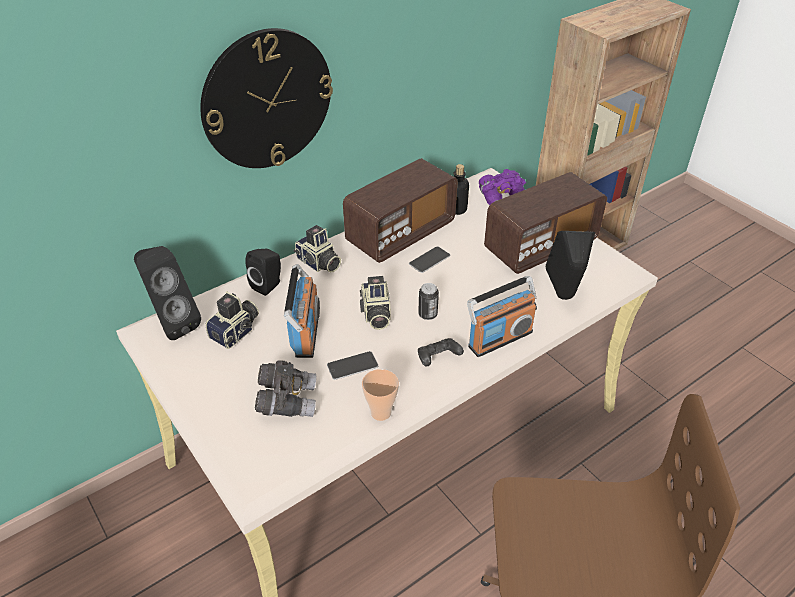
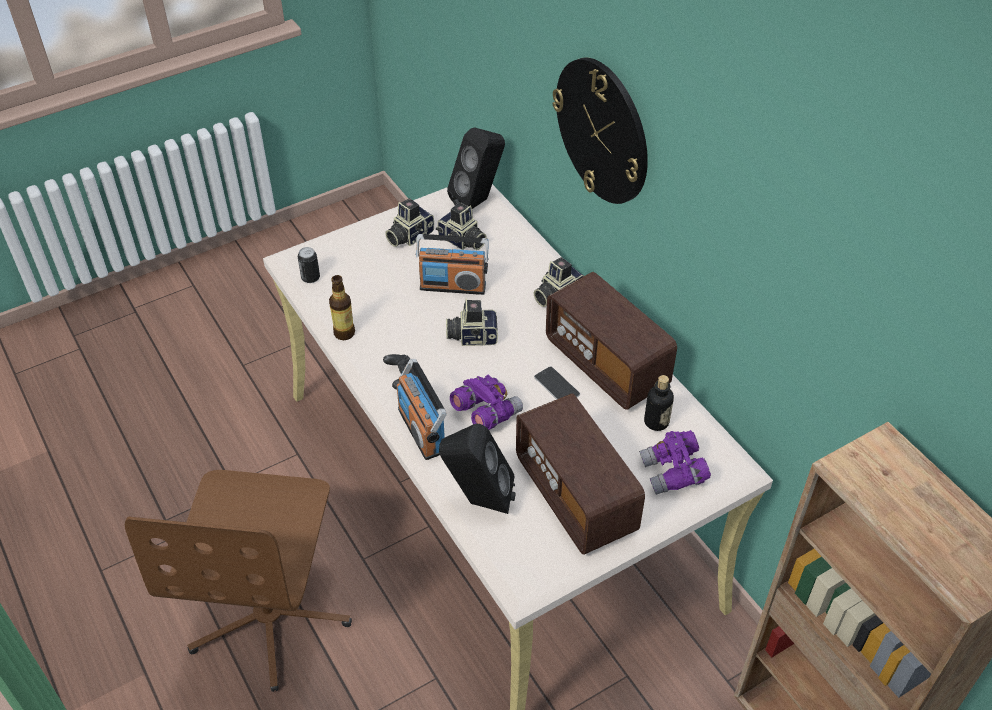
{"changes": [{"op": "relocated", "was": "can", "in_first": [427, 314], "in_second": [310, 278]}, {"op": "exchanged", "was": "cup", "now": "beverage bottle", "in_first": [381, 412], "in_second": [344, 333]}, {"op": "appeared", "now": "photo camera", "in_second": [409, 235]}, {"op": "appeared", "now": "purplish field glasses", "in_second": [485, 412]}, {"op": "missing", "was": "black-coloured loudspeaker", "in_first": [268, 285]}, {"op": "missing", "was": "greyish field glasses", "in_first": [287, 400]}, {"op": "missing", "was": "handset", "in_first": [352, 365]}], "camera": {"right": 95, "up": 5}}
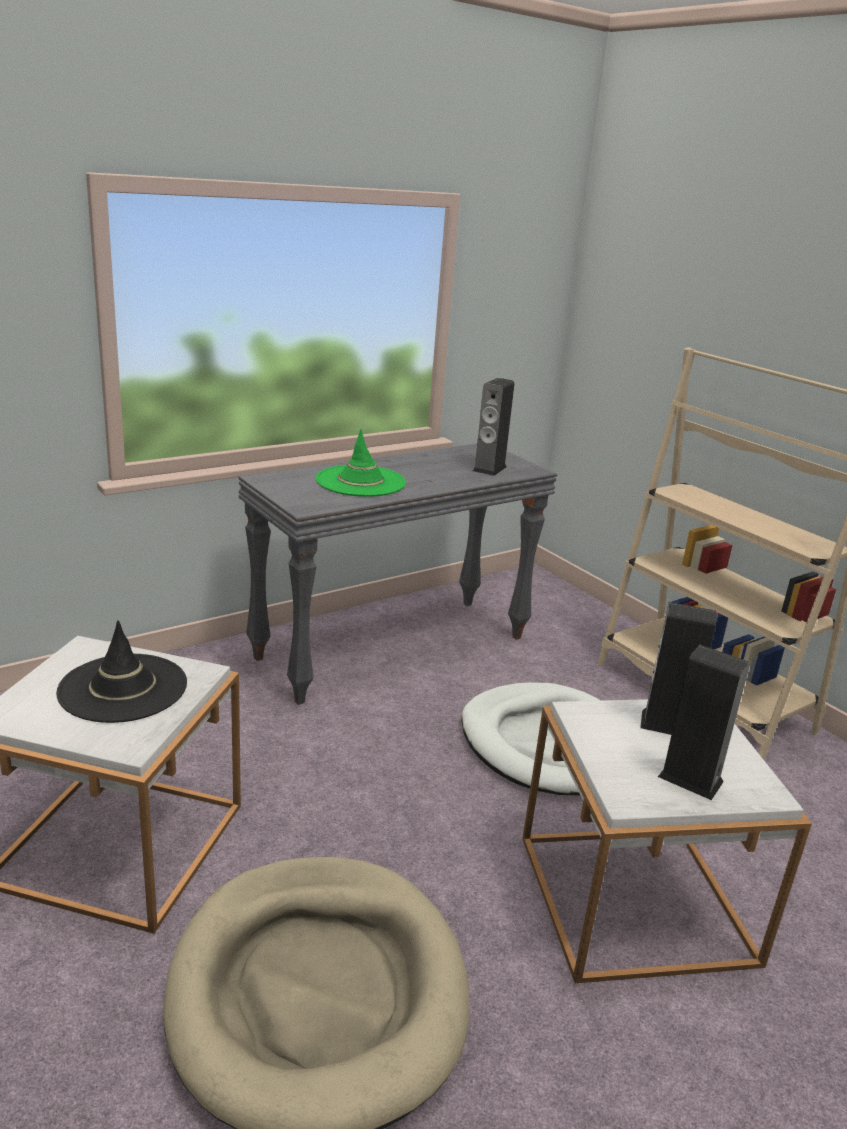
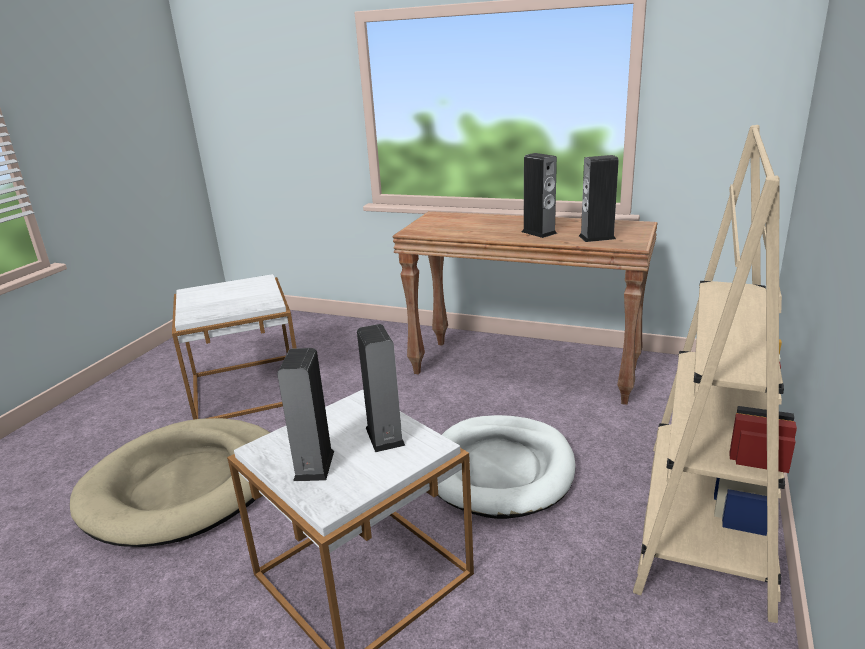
{"changes": [{"op": "colour", "was": "greyish narrow table", "now": "brown narrow table", "in_first": [392, 646], "in_second": [524, 370]}, {"op": "appeared", "now": "loudspeaker", "in_second": [539, 232]}, {"op": "missing", "was": "black-coloured hat", "in_first": [123, 688]}, {"op": "missing", "was": "green-coloured hat", "in_first": [361, 481]}], "camera": {"right": 60, "up": 0}}
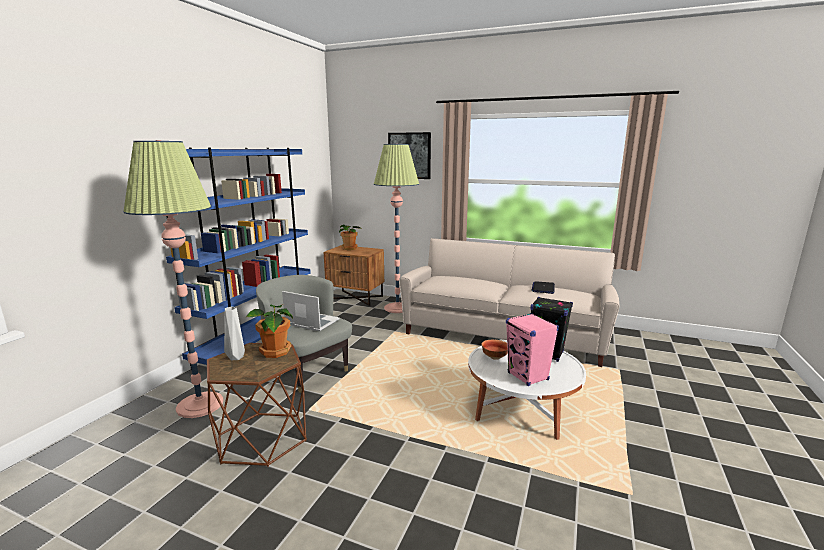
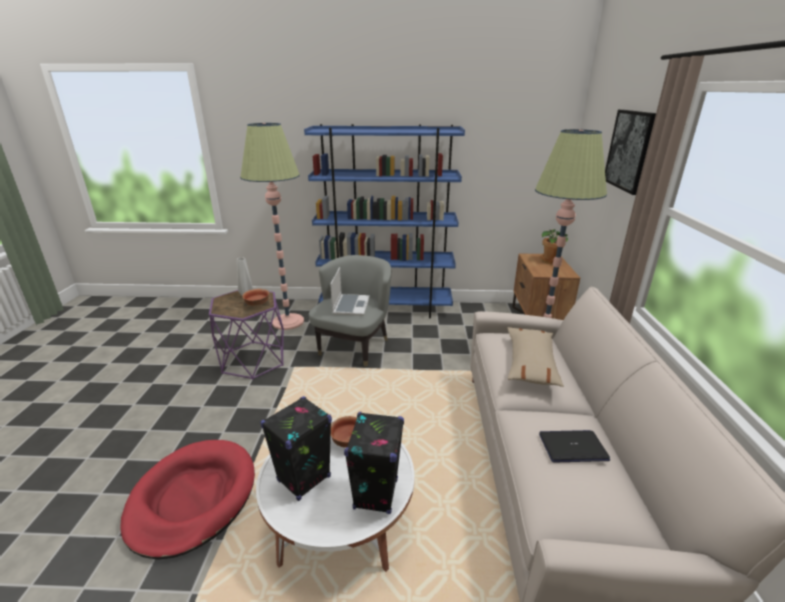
{"changes": [{"op": "appeared", "now": "red dog cushion", "in_second": [192, 498]}, {"op": "colour", "was": "brown end table", "now": "purplish end table", "in_first": [262, 438], "in_second": [253, 360]}, {"op": "exchanged", "was": "potted plant", "now": "bowl", "in_first": [274, 352], "in_second": [257, 305]}, {"op": "colour", "was": "pink-coloured loudspeaker", "now": "black-coloured loudspeaker", "in_first": [528, 376], "in_second": [303, 479]}, {"op": "appeared", "now": "beige throw pillow", "in_second": [530, 363]}], "camera": {"right": 70, "up": 10}}
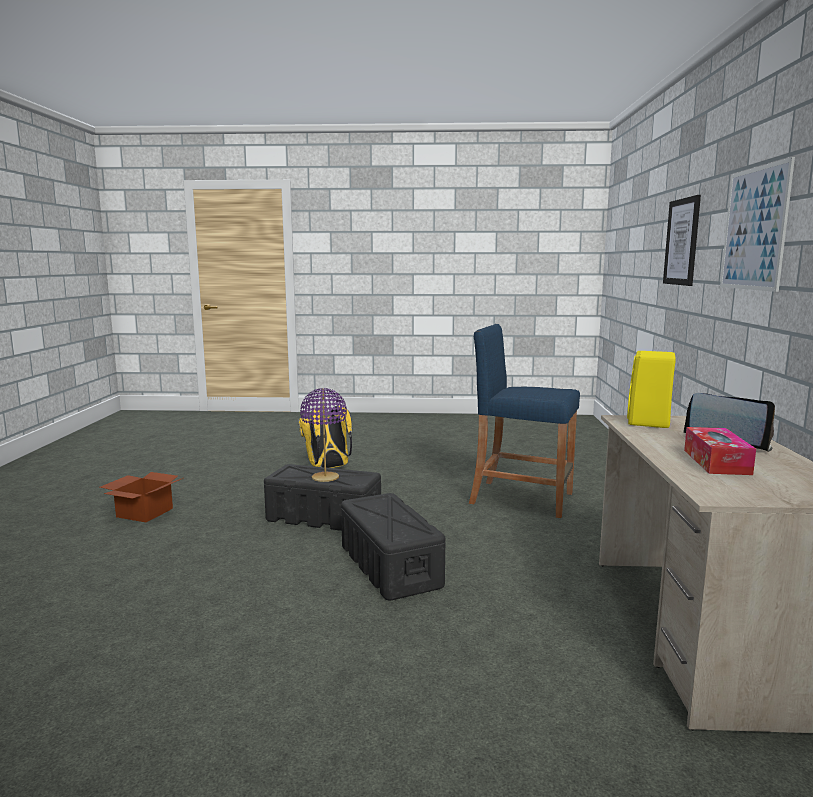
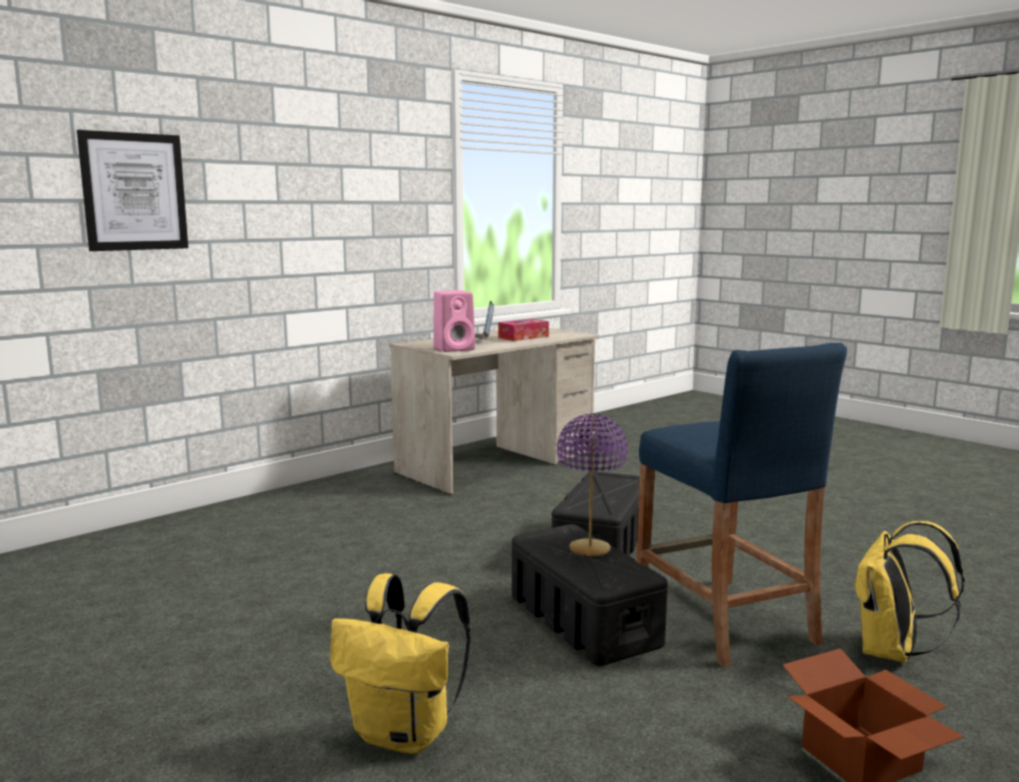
{"changes": [{"op": "colour", "was": "yellowish loudspeaker", "now": "pink-coloured loudspeaker", "in_first": [649, 423], "in_second": [455, 348]}, {"op": "relocated", "was": "bluish sitting stool", "in_first": [521, 498], "in_second": [723, 620]}, {"op": "appeared", "now": "yellowish knapsack", "in_second": [892, 652]}, {"op": "missing", "was": "wall art", "in_first": [754, 229]}], "camera": {"right": -135, "up": 0}}
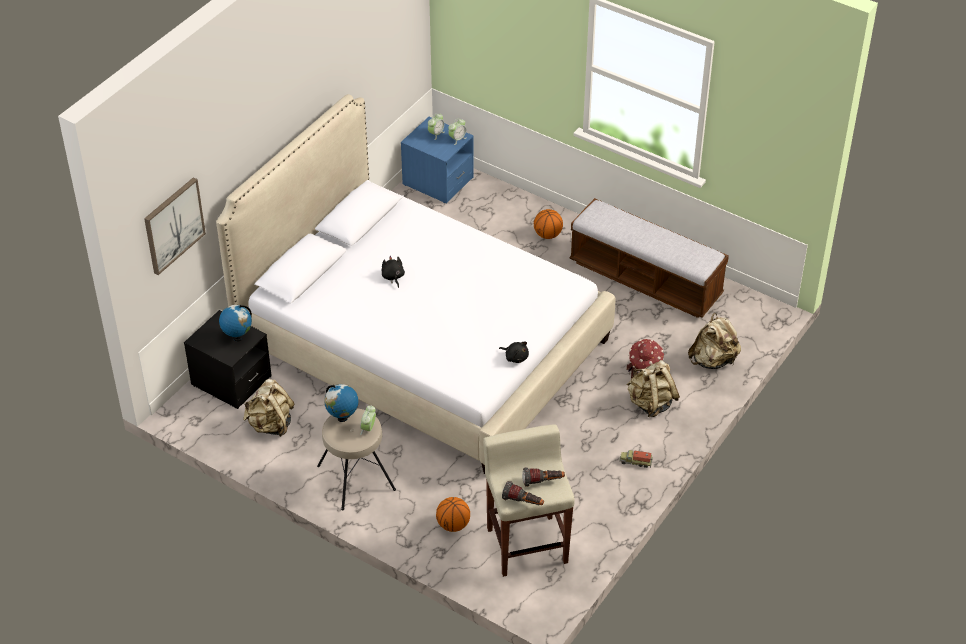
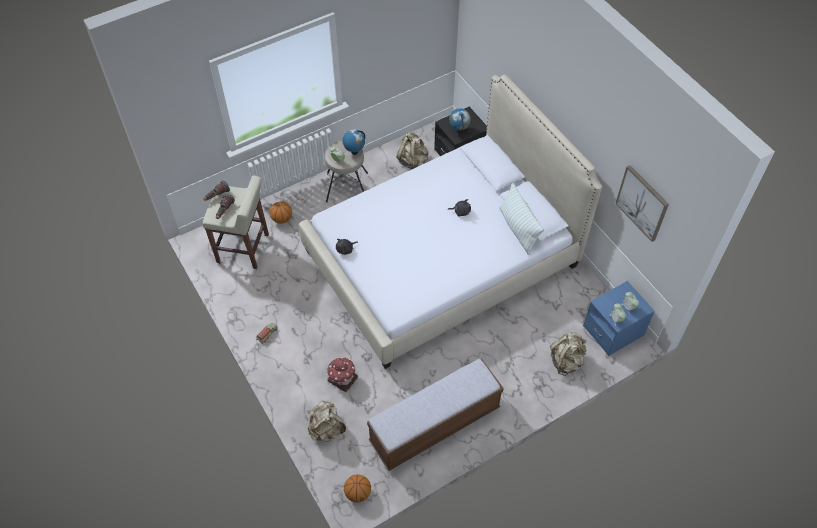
{"changes": [{"op": "relocated", "was": "basketball ball", "in_first": [548, 235], "in_second": [358, 493]}, {"op": "appeared", "now": "throw pillow", "in_second": [518, 229]}, {"op": "relocated", "was": "beige knapsack", "in_first": [651, 403], "in_second": [566, 361]}, {"op": "relocated", "was": "wall art", "in_first": [173, 225], "in_second": [642, 202]}], "camera": {"right": 115, "up": 10}}
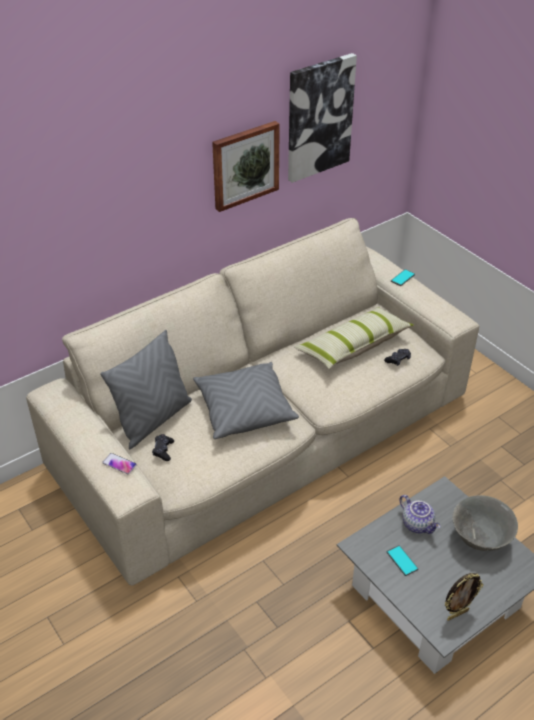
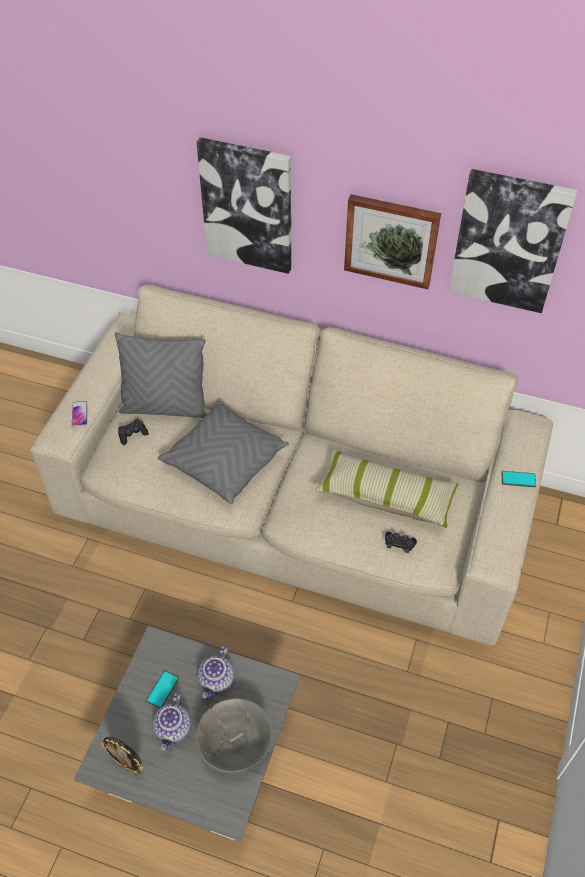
{"changes": [{"op": "appeared", "now": "tea pot", "in_second": [174, 730]}, {"op": "appeared", "now": "wall art", "in_second": [247, 205]}], "camera": {"right": 55, "up": 10}}
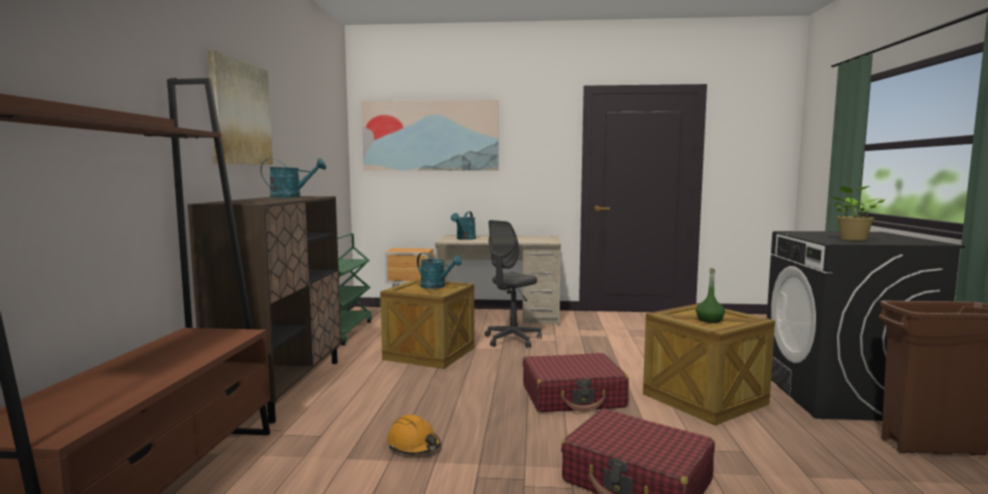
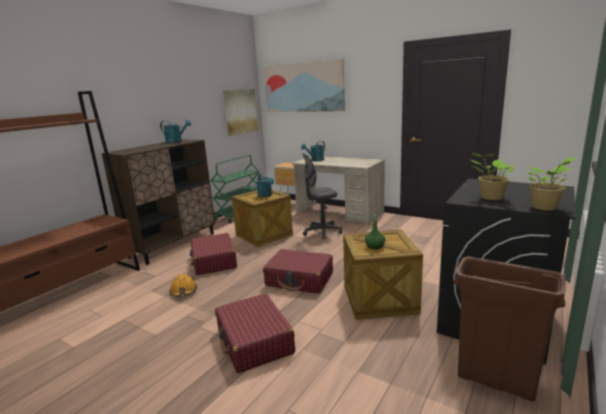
{"changes": [{"op": "appeared", "now": "red piece of luggage", "in_second": [214, 261]}, {"op": "relocated", "was": "wall art", "in_first": [240, 113], "in_second": [240, 111]}, {"op": "appeared", "now": "potted plant", "in_second": [545, 208]}], "camera": {"right": 30, "up": 10}}
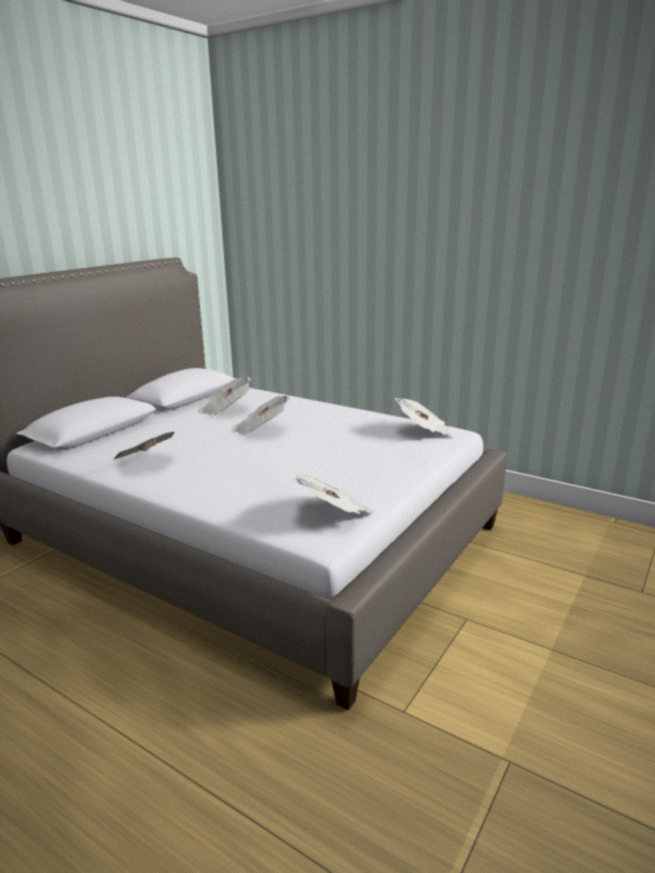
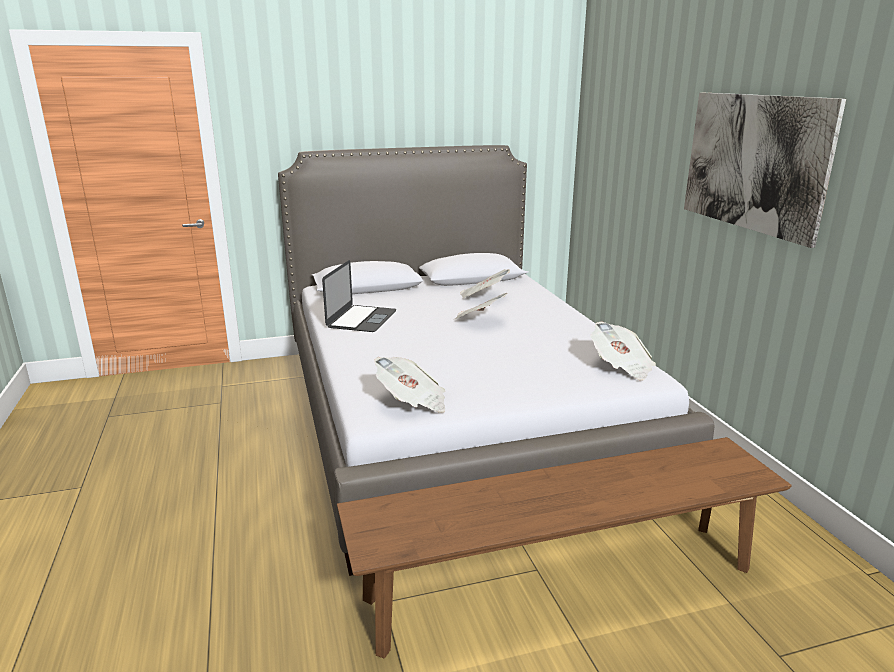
{"changes": [{"op": "exchanged", "was": "printed paper", "now": "portable computer", "in_first": [146, 461], "in_second": [361, 319]}, {"op": "appeared", "now": "brown indoor bench", "in_second": [562, 584]}, {"op": "appeared", "now": "wall art", "in_second": [753, 162]}], "camera": {"right": 40, "up": 0}}
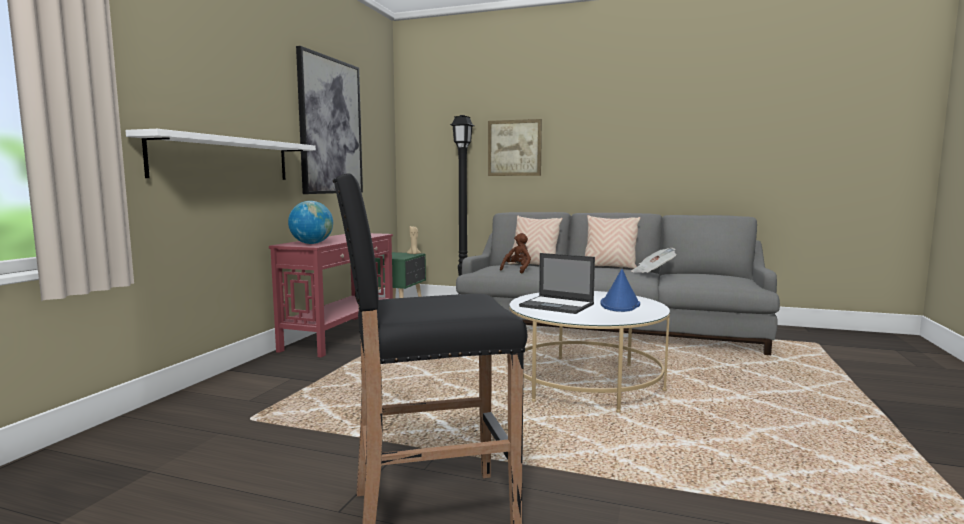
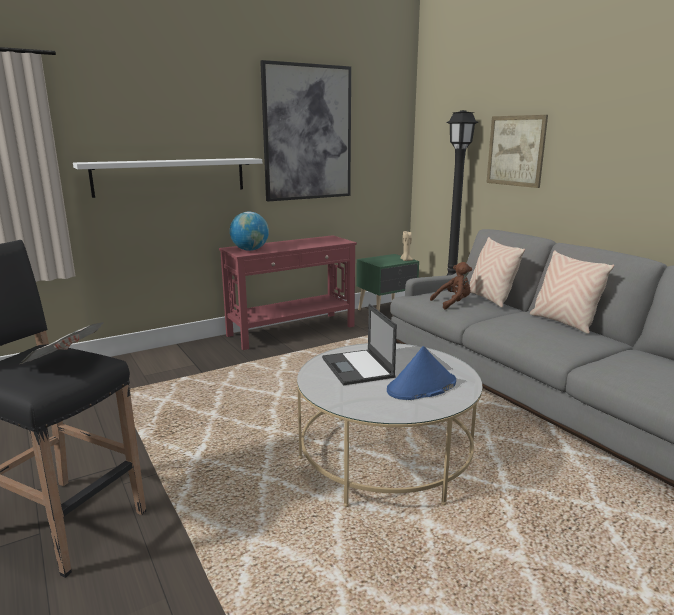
{"changes": [{"op": "relocated", "was": "printed paper", "in_first": [652, 272], "in_second": [65, 363]}], "camera": {"right": 40, "up": 10}}
